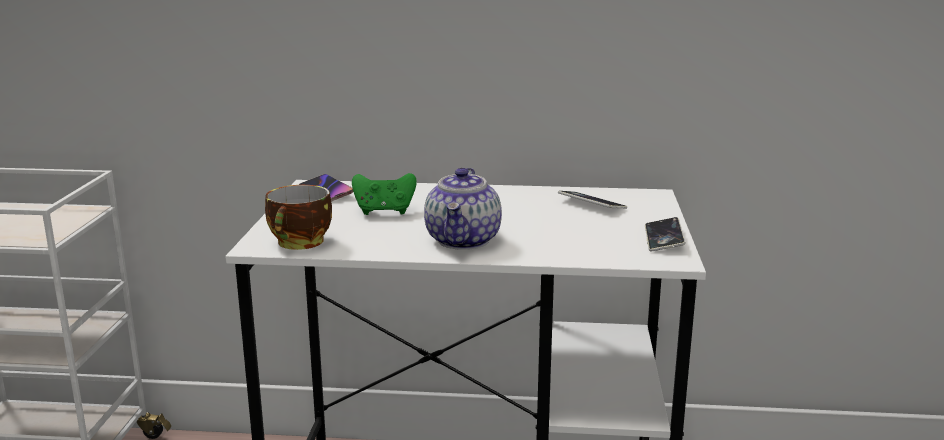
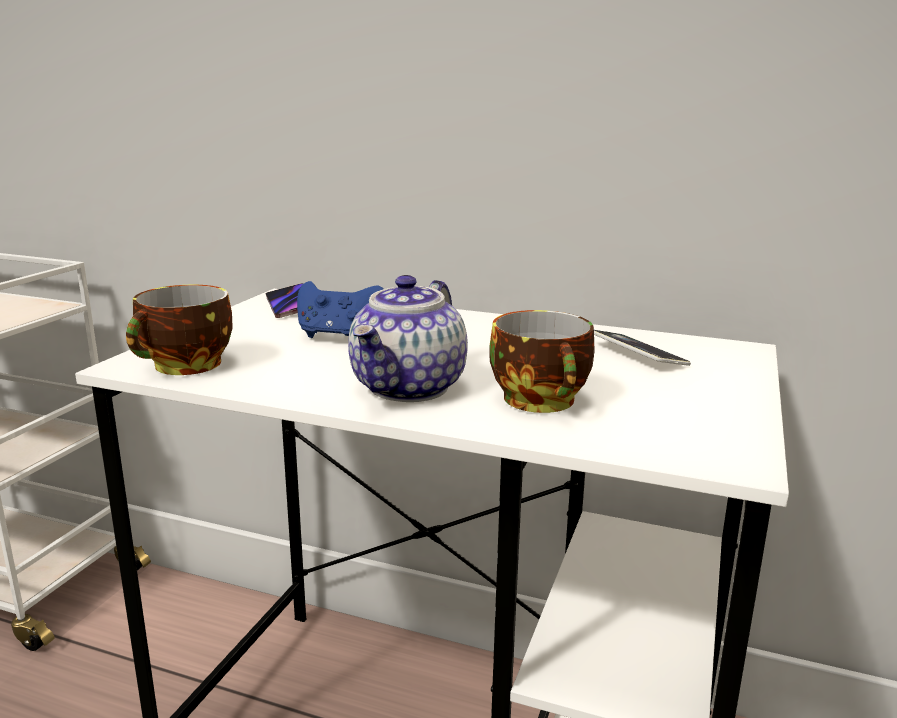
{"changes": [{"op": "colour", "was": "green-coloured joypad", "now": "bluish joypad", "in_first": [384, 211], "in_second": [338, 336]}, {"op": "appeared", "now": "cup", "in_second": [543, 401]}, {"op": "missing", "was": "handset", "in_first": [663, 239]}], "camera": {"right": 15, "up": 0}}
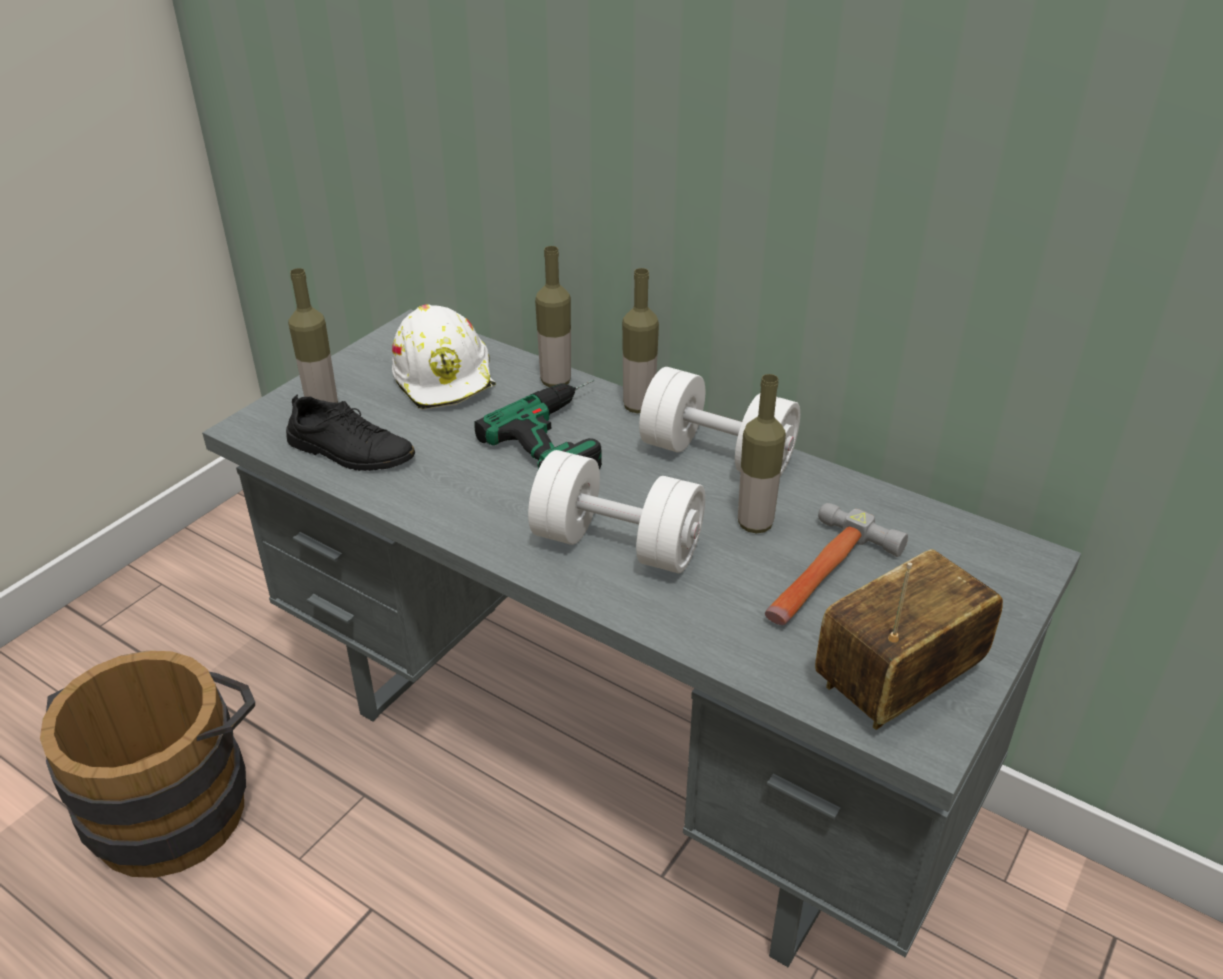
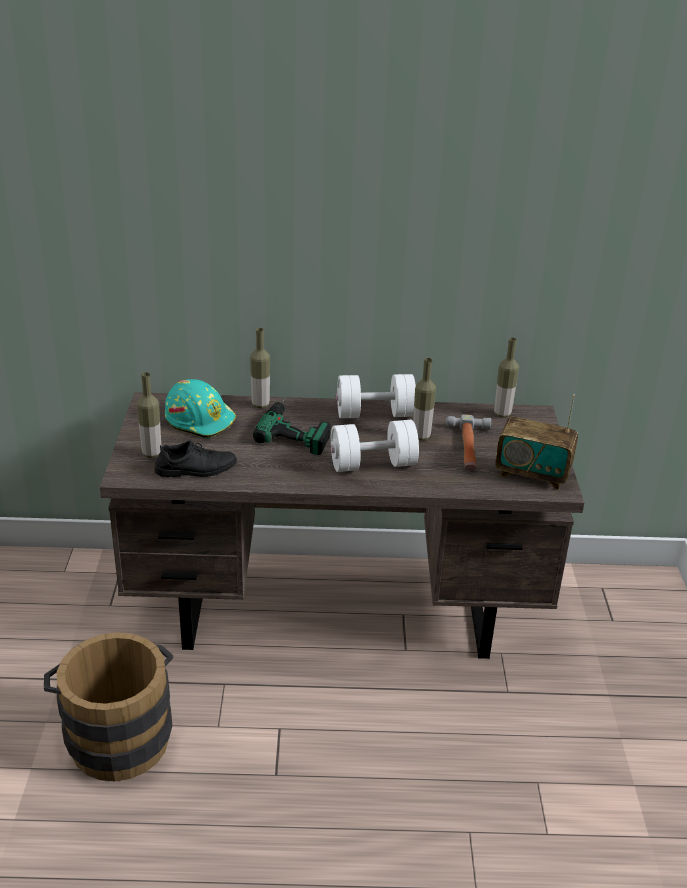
{"changes": [{"op": "colour", "was": "greyish desk unit", "now": "brown desk unit", "in_first": [616, 756], "in_second": [339, 610]}, {"op": "colour", "was": "white work helmet", "now": "turquoise-coloured work helmet", "in_first": [445, 377], "in_second": [200, 420]}, {"op": "relocated", "was": "beverage bottle", "in_first": [639, 406], "in_second": [502, 414]}, {"op": "spun", "was": "radio receiver", "in_first": [898, 681], "in_second": [532, 474], "clockwise": -90}], "camera": {"right": -35, "up": -5}}
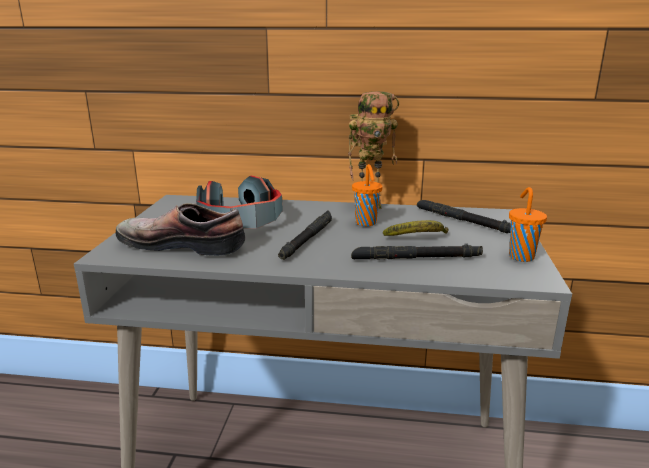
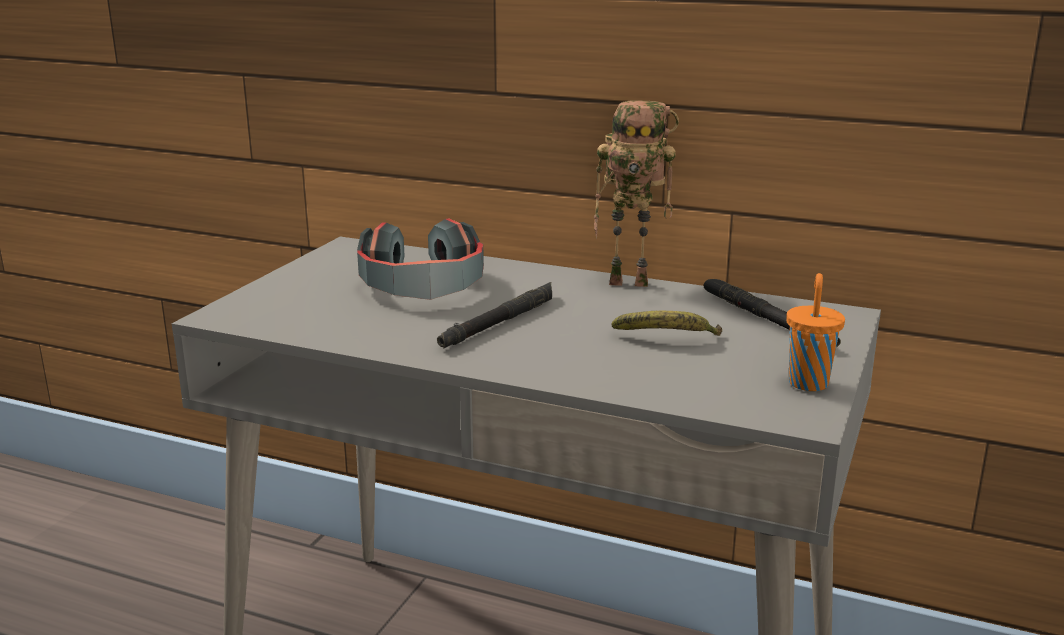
{"changes": [{"op": "missing", "was": "item of footwear", "in_first": [184, 244]}, {"op": "missing", "was": "black-coloured torch", "in_first": [417, 258]}, {"op": "missing", "was": "orangey cup", "in_first": [366, 223]}], "camera": {"right": 15, "up": 0}}
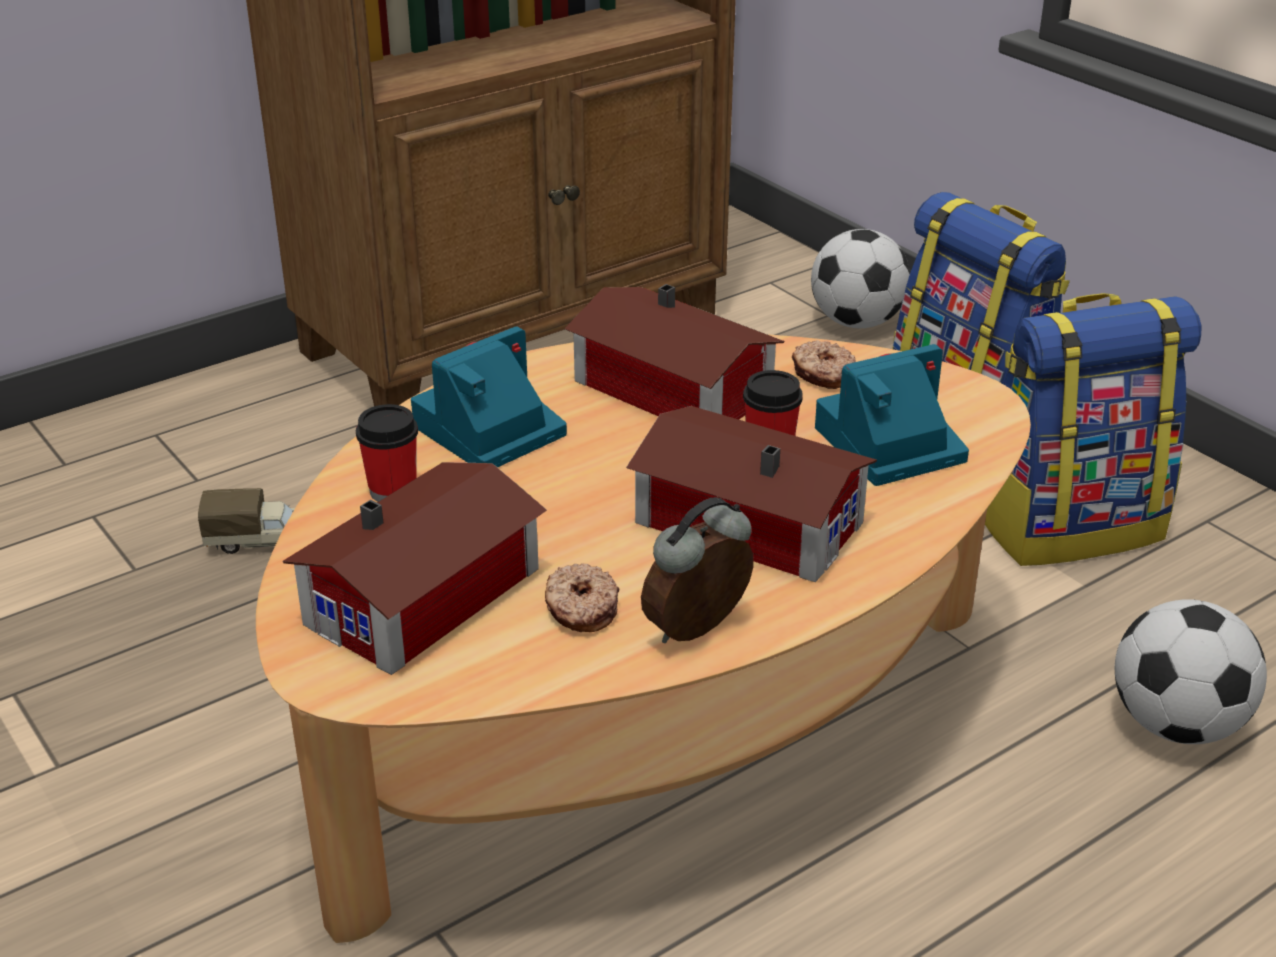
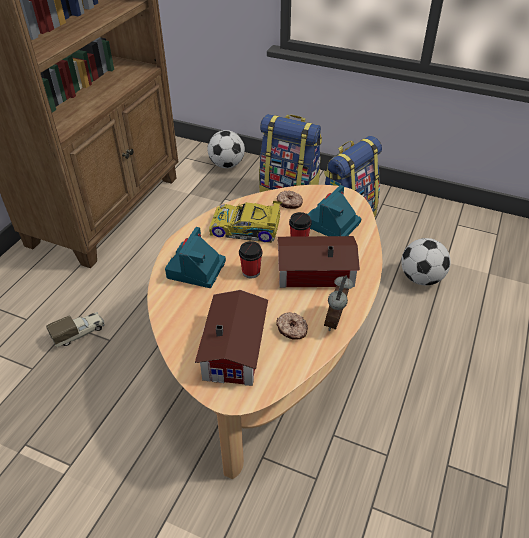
{"changes": [{"op": "exchanged", "was": "model house", "now": "toy car", "in_first": [674, 393], "in_second": [247, 229]}, {"op": "relocated", "was": "cup", "in_first": [393, 490], "in_second": [251, 272]}], "camera": {"right": -30, "up": 10}}
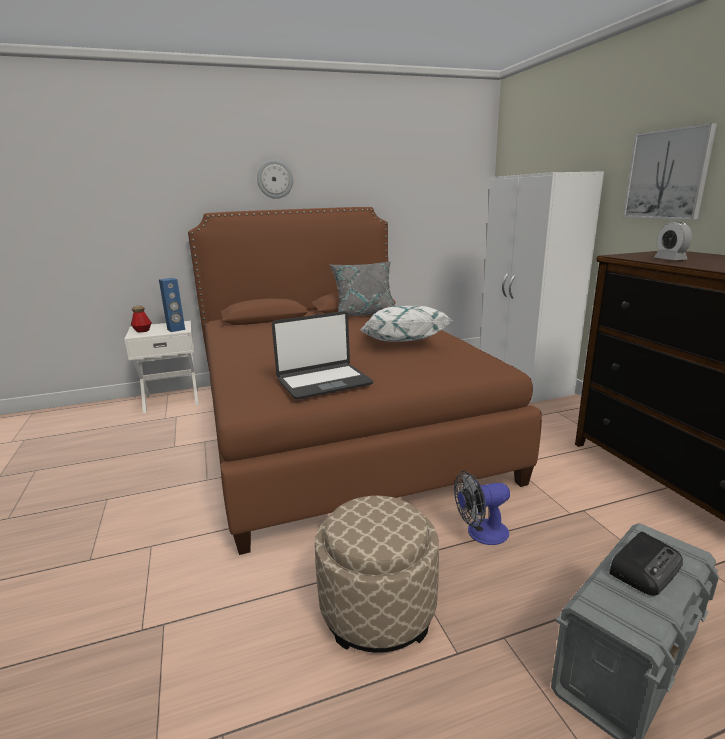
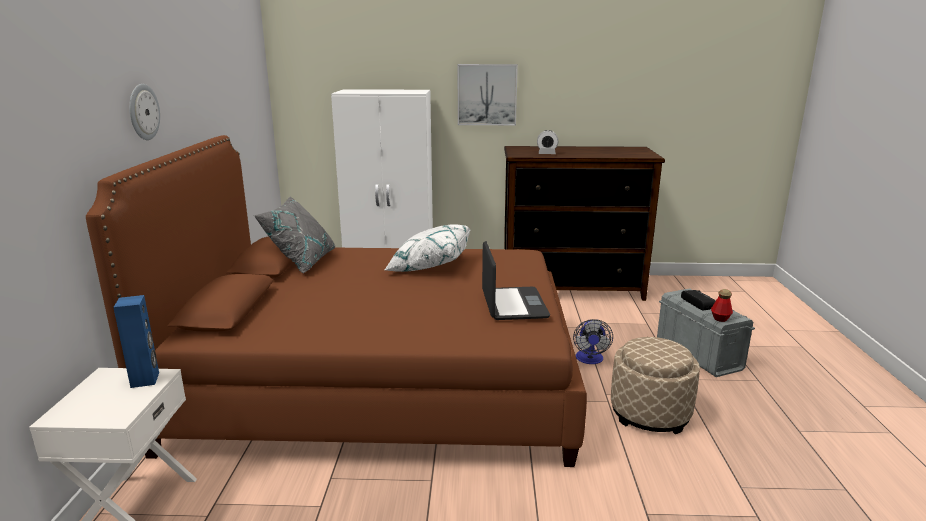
{"changes": [{"op": "relocated", "was": "beverage bottle", "in_first": [142, 331], "in_second": [720, 318]}], "camera": {"right": -70, "up": 0}}
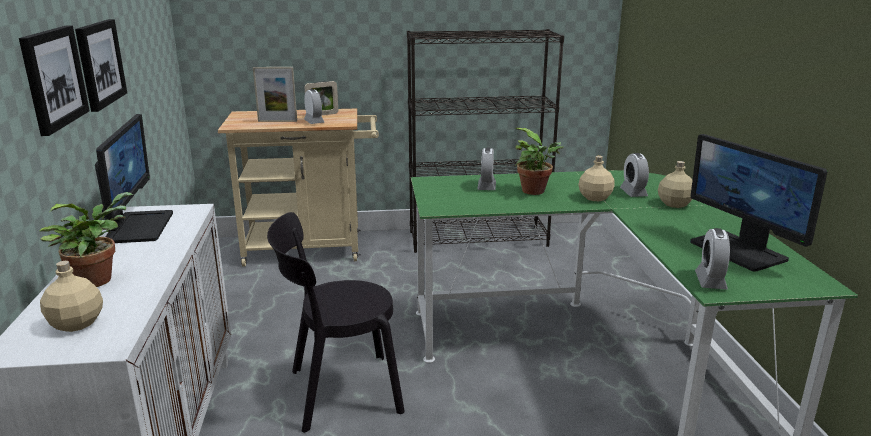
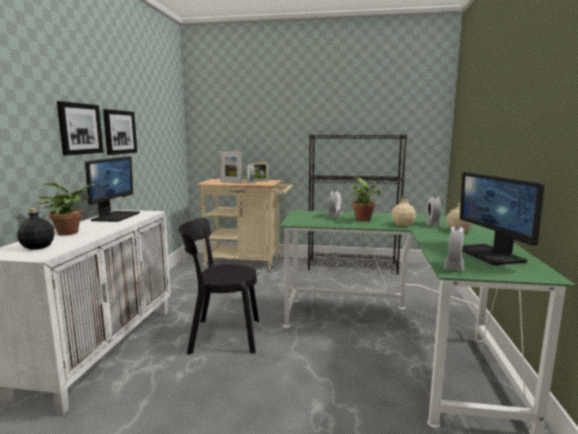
{"changes": [{"op": "colour", "was": "beige beverage bottle", "now": "black-coloured beverage bottle", "in_first": [76, 323], "in_second": [38, 247]}], "camera": {"right": 15, "up": -10}}
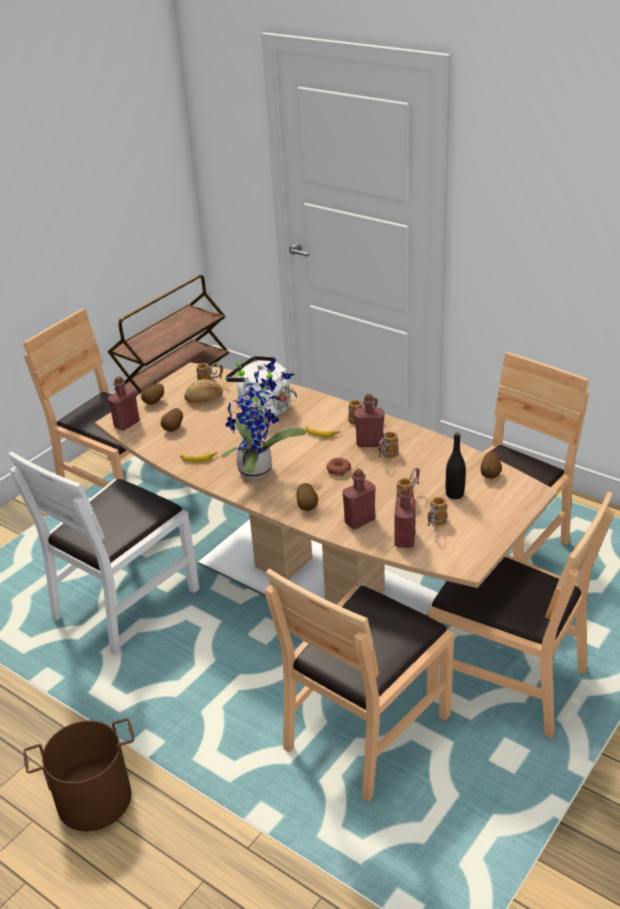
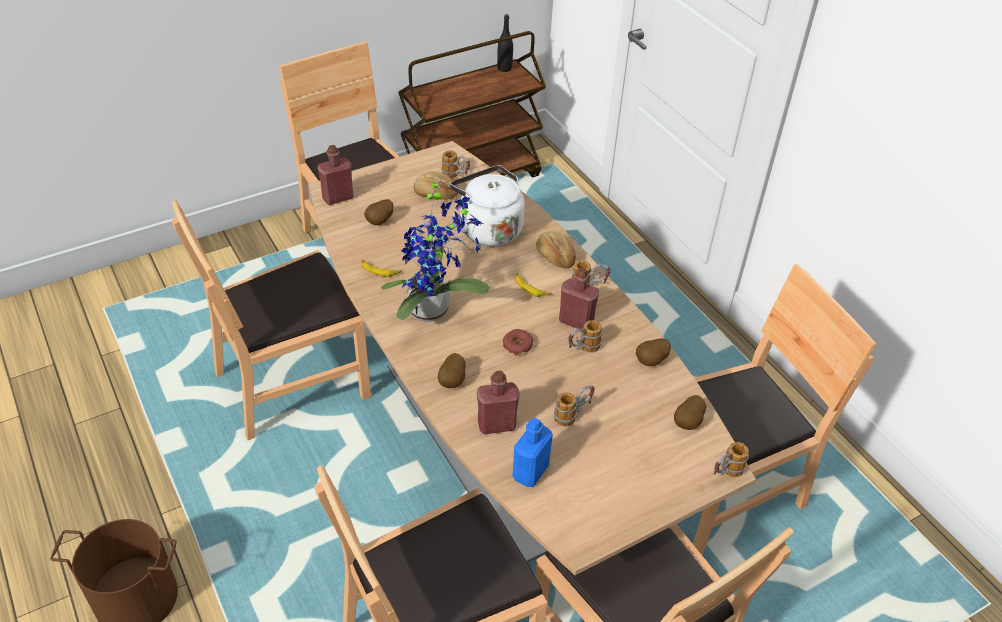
{"changes": [{"op": "colour", "was": "white upright chair", "now": "brown upright chair", "in_first": [125, 602], "in_second": [292, 383]}, {"op": "relocated", "was": "black-coloured beverage bottle", "in_first": [454, 494], "in_second": [504, 68]}, {"op": "colour", "was": "red beverage bottle", "now": "bluish beverage bottle", "in_first": [405, 539], "in_second": [530, 472]}, {"op": "appeared", "now": "bread", "in_second": [554, 257]}, {"op": "relocated", "was": "potato", "in_first": [154, 402], "in_second": [651, 362]}, {"op": "relocated", "was": "mug", "in_first": [435, 525], "in_second": [725, 473]}], "camera": {"right": 20, "up": 10}}
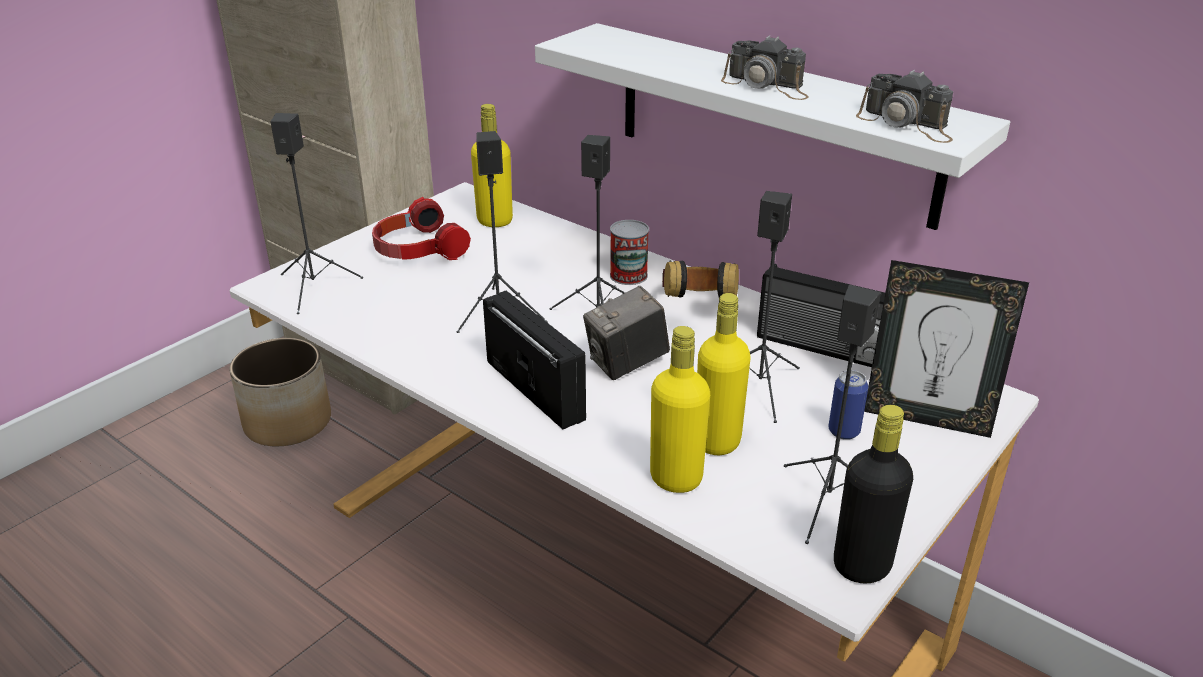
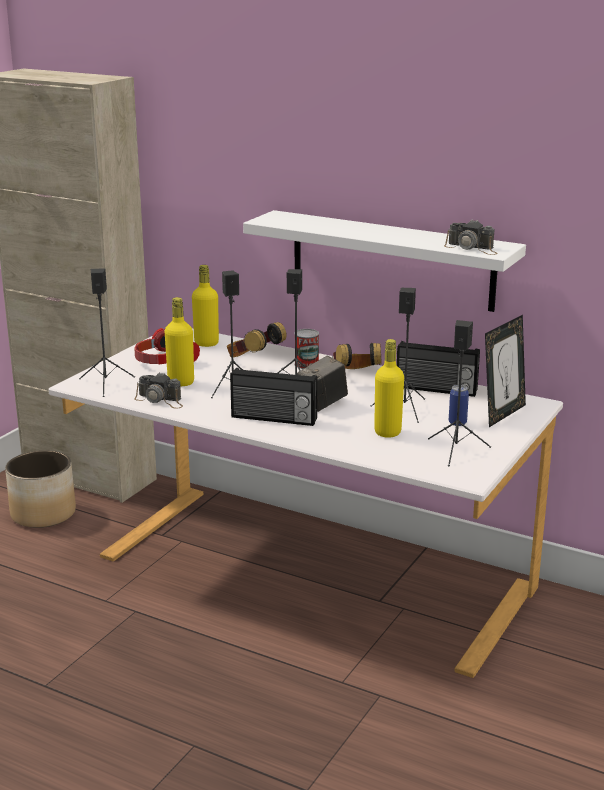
{"changes": [{"op": "relocated", "was": "photo camera", "in_first": [767, 86], "in_second": [160, 400]}, {"op": "relocated", "was": "yellowish beverage bottle", "in_first": [676, 478], "in_second": [181, 382]}, {"op": "appeared", "now": "headset", "in_second": [253, 361]}, {"op": "spun", "was": "radio receiver", "in_first": [537, 389], "in_second": [273, 419], "clockwise": 150}, {"op": "spun", "was": "photo frame", "in_first": [927, 418], "in_second": [502, 414], "clockwise": -60}, {"op": "missing", "was": "black-coloured beverage bottle", "in_first": [861, 566]}], "camera": {"right": -10, "up": -10}}
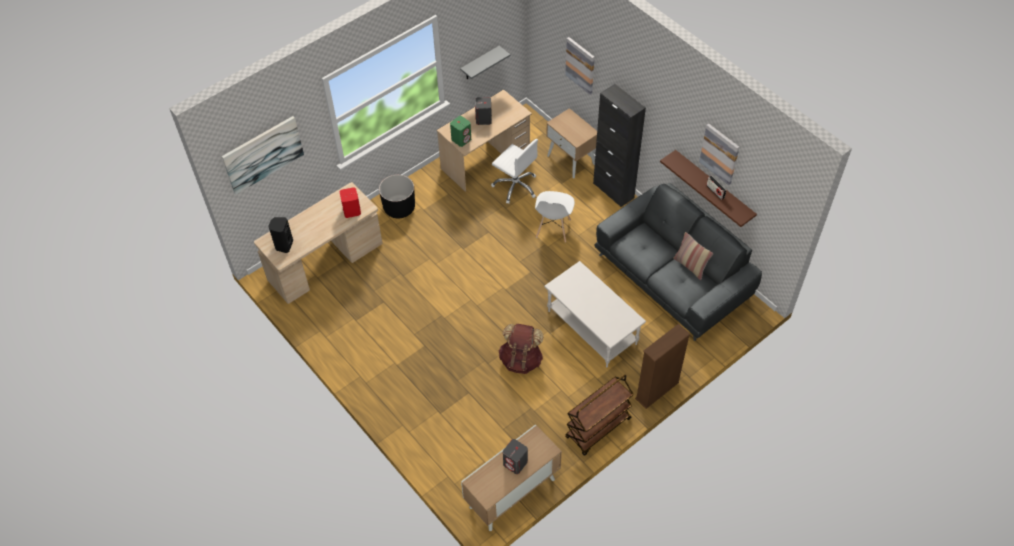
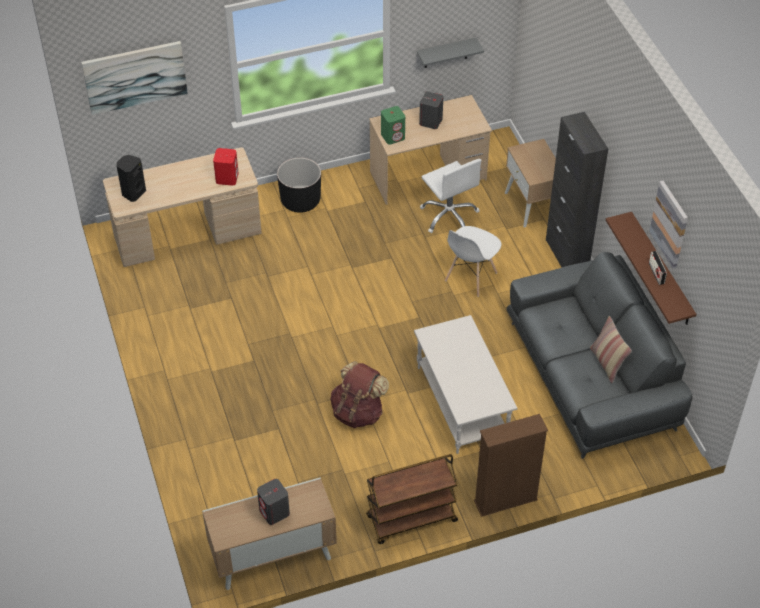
{"changes": [{"op": "missing", "was": "wall art", "in_first": [580, 65]}], "camera": {"right": 20, "up": -5}}
